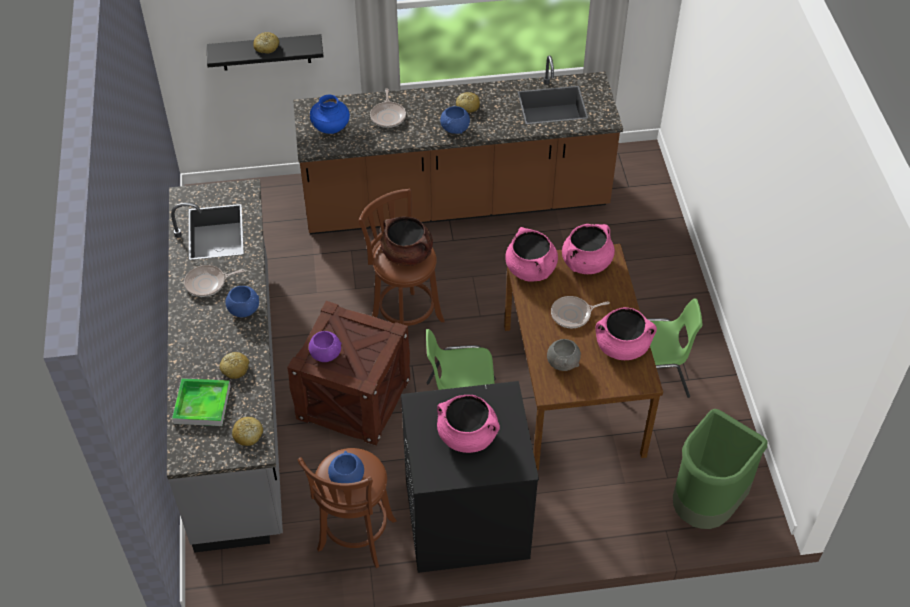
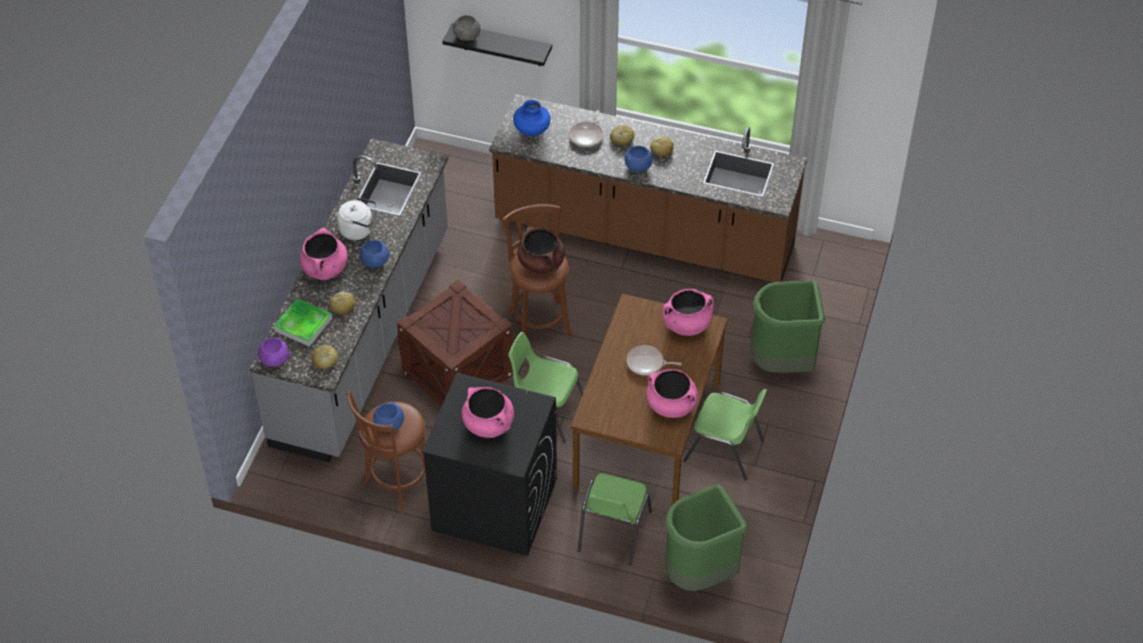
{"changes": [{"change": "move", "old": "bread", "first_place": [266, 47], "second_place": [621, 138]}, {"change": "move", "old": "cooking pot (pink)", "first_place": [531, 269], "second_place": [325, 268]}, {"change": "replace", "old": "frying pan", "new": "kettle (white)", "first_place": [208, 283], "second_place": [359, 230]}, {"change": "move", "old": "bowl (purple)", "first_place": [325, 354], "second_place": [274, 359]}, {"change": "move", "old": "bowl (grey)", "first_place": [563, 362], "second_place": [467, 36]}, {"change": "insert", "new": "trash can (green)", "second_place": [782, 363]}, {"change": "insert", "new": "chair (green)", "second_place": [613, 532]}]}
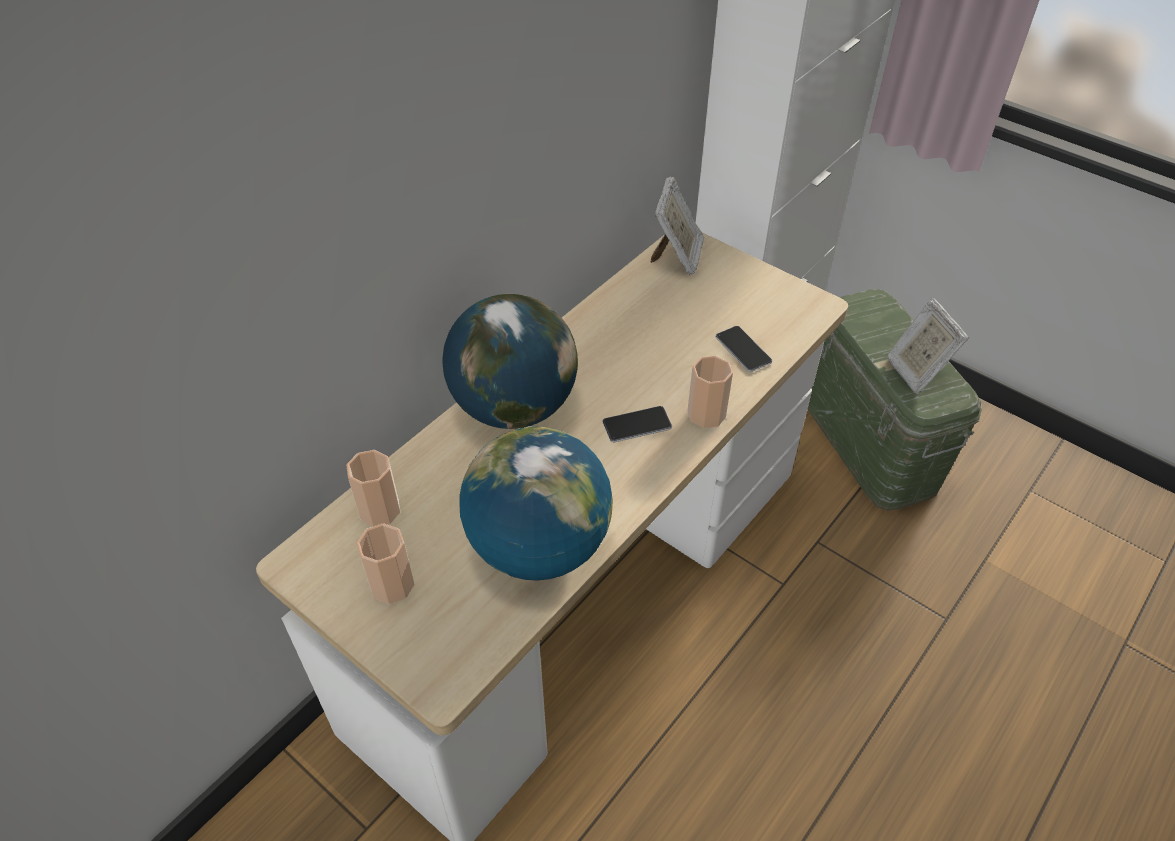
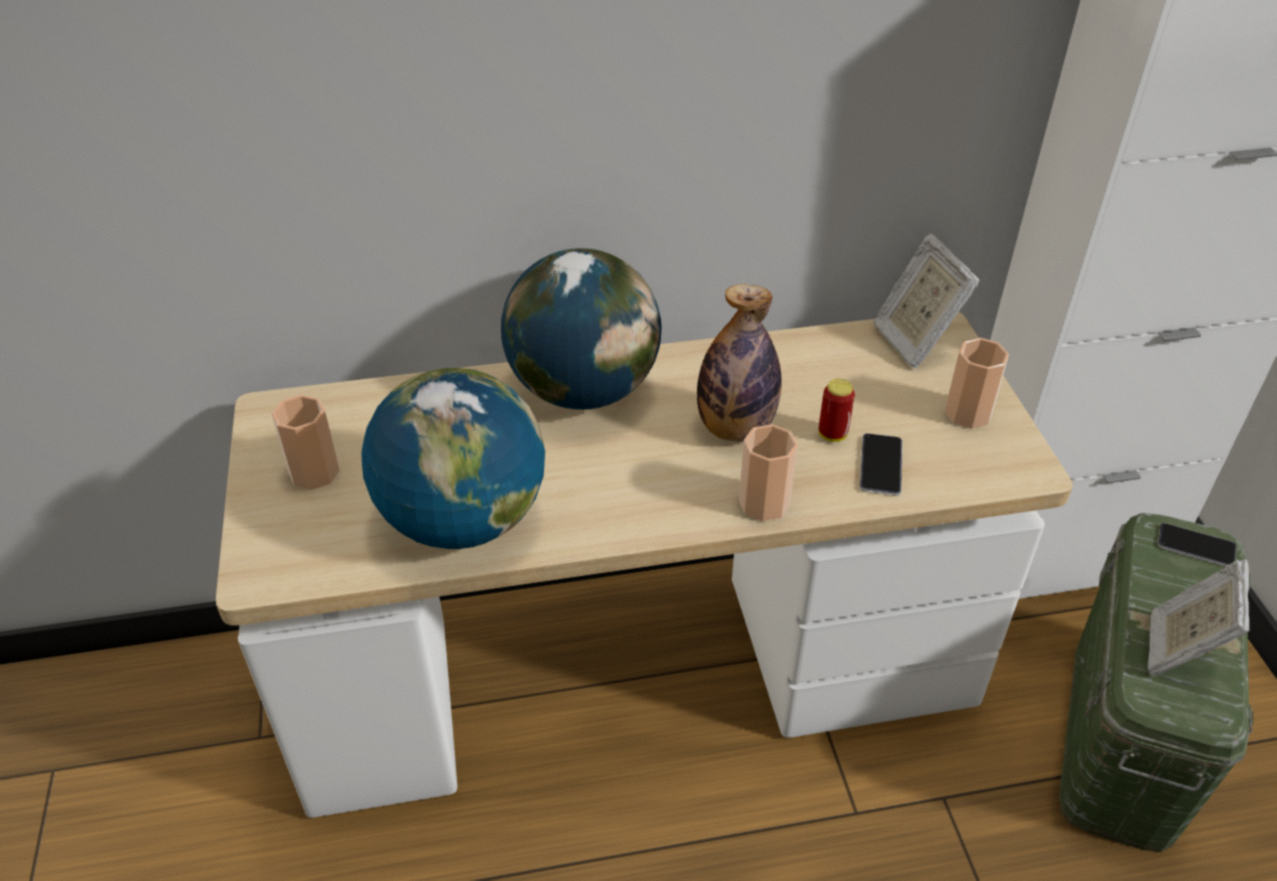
{"changes": [{"change": "rotate", "old": "picture frame", "first_place": [677, 257], "second_place": [914, 340], "degrees": 105}, {"change": "move", "old": "phone", "first_place": [637, 425], "second_place": [1196, 546]}, {"change": "move", "old": "cup", "first_place": [379, 510], "second_place": [968, 413]}, {"change": "insert", "new": "bottle", "second_place": [735, 428]}, {"change": "insert", "new": "can", "second_place": [832, 434]}]}
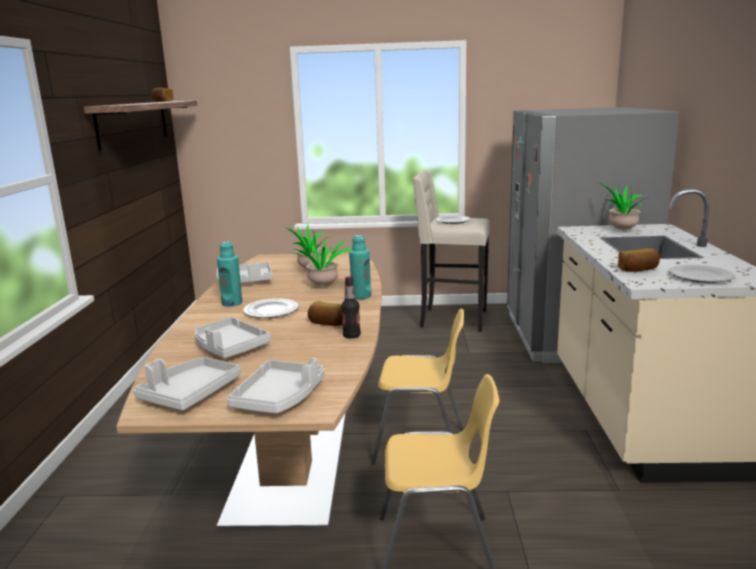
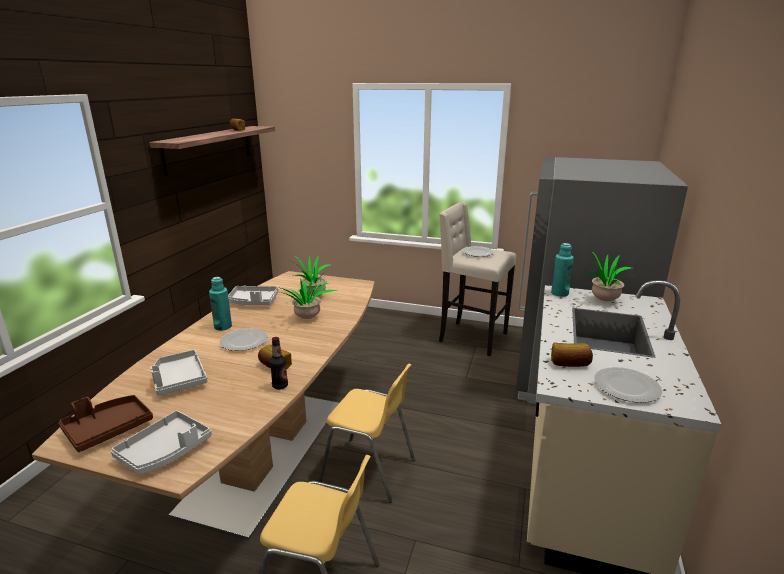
{"changes": [{"change": "move", "old": "bottle (turquoise)", "first_place": [361, 296], "second_place": [559, 293]}, {"change": "recolor", "old": "tray (grey)", "new": "tray (brown)", "first_place": [190, 393], "second_place": [108, 429]}]}
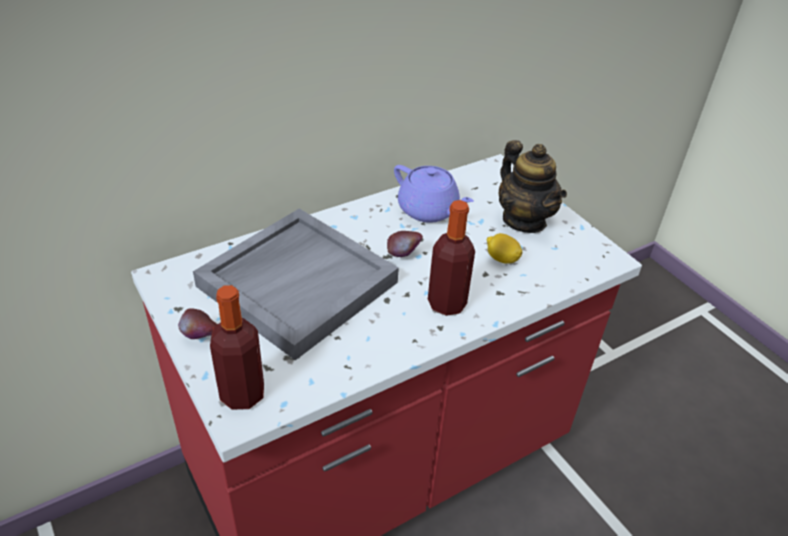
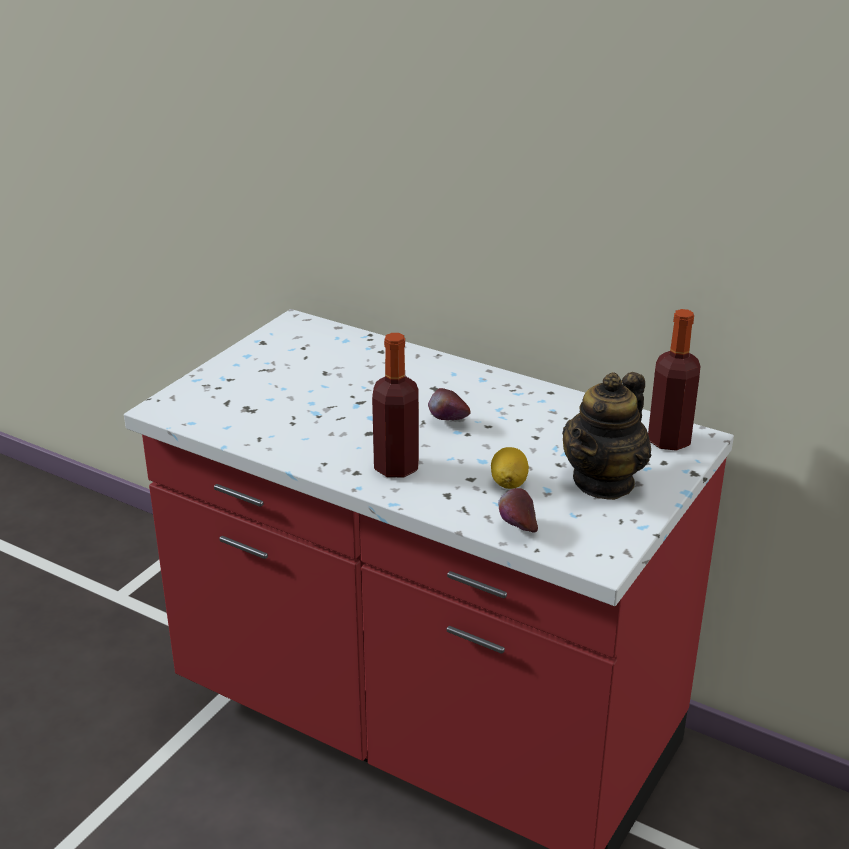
{"changes": [{"change": "delete", "old": "teapot (purple)", "first_place": [429, 210]}, {"change": "delete", "old": "tray (grey)", "first_place": [297, 283]}, {"change": "move", "old": "bottle", "first_place": [242, 394], "second_place": [669, 440]}, {"change": "move", "old": "apple", "first_place": [201, 338], "second_place": [517, 529]}]}
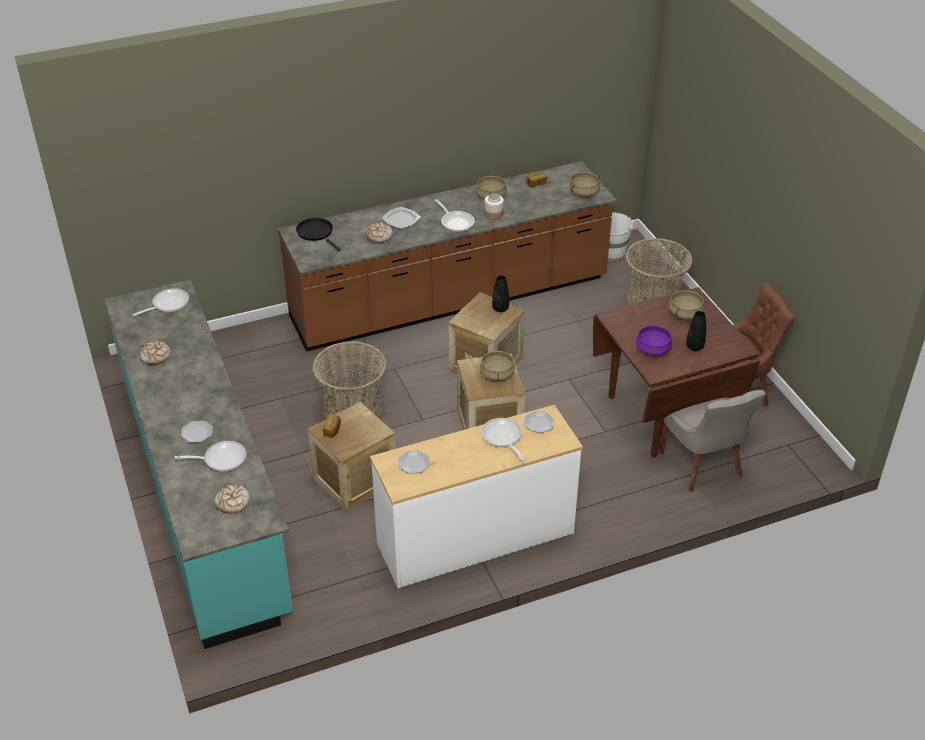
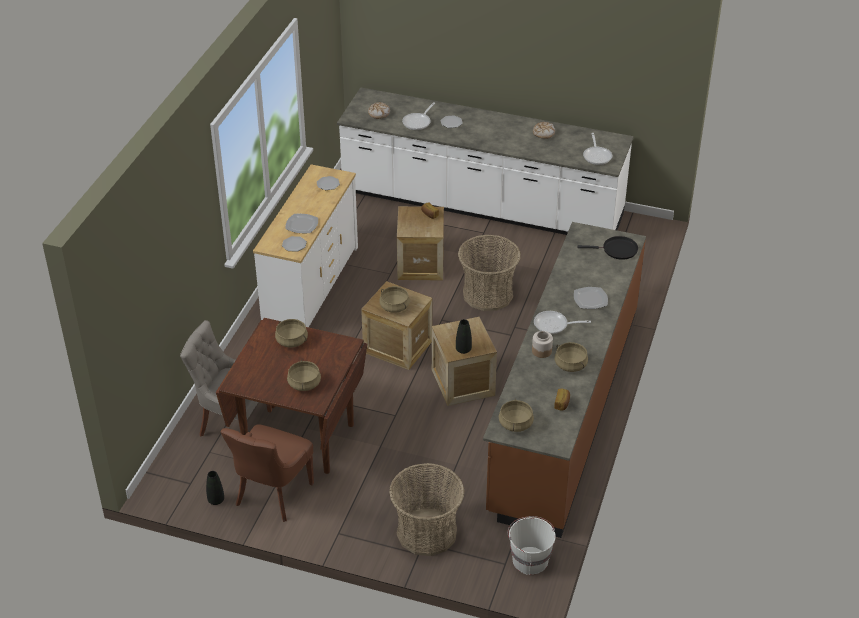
{"changes": [{"change": "delete", "old": "bread", "first_place": [379, 236]}, {"change": "recolor", "old": "counter (turquoise)", "new": "counter (white)", "first_place": [205, 493], "second_place": [481, 205]}, {"change": "move", "old": "vase (black)", "first_place": [694, 347], "second_place": [216, 500]}, {"change": "recolor", "old": "cooking pot (purple)", "new": "cooking pot (beige)", "first_place": [652, 349], "second_place": [292, 341]}, {"change": "replace", "old": "frying pan", "new": "plate", "first_place": [503, 438], "second_place": [301, 224]}]}
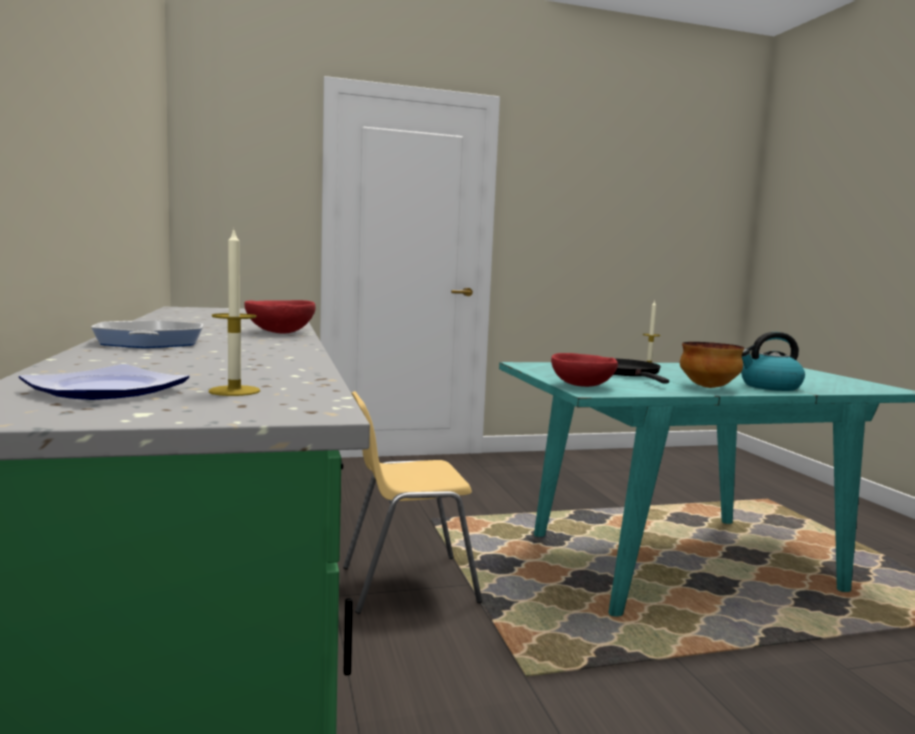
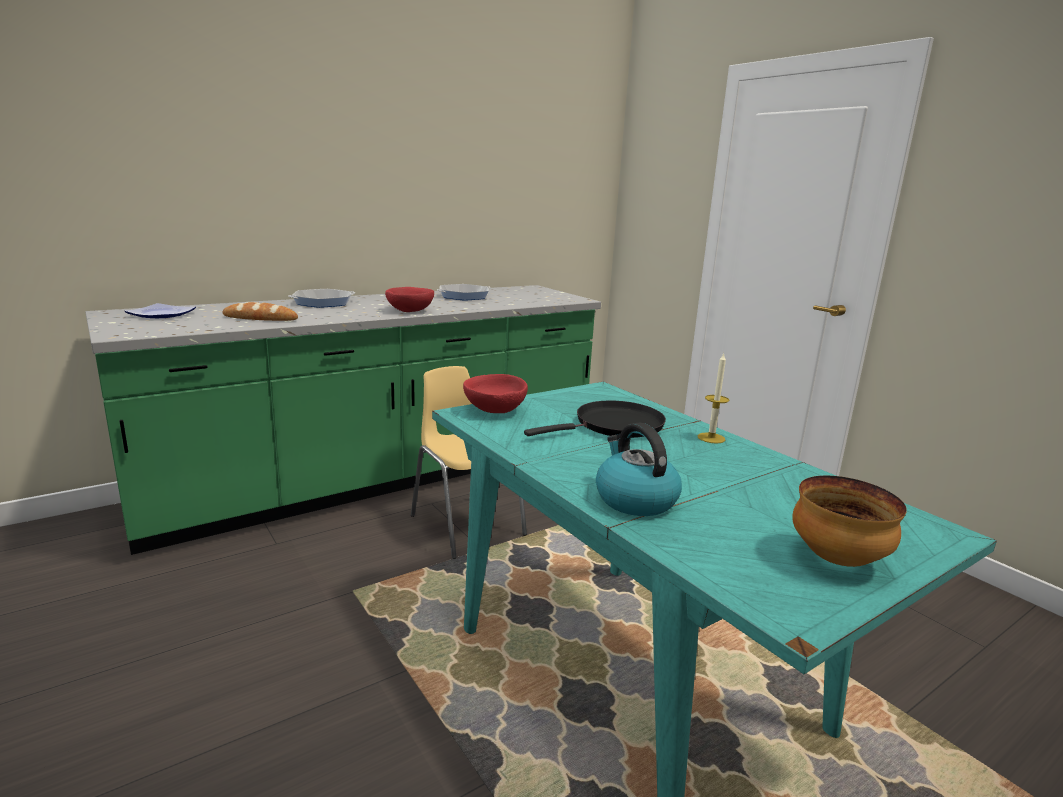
{"changes": [{"change": "delete", "old": "candle", "first_place": [234, 391]}, {"change": "move", "old": "bowl", "first_place": [709, 387], "second_place": [837, 560]}, {"change": "insert", "new": "frying pan", "second_place": [464, 296]}, {"change": "insert", "new": "bread", "second_place": [260, 318]}]}
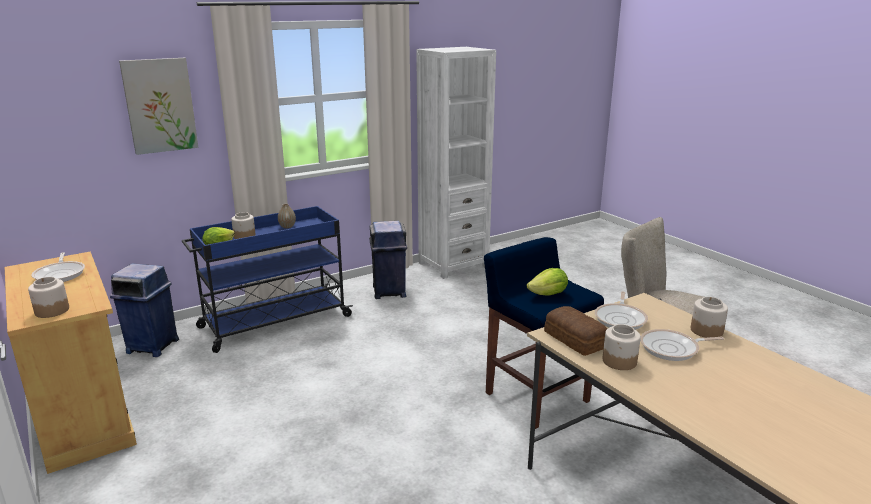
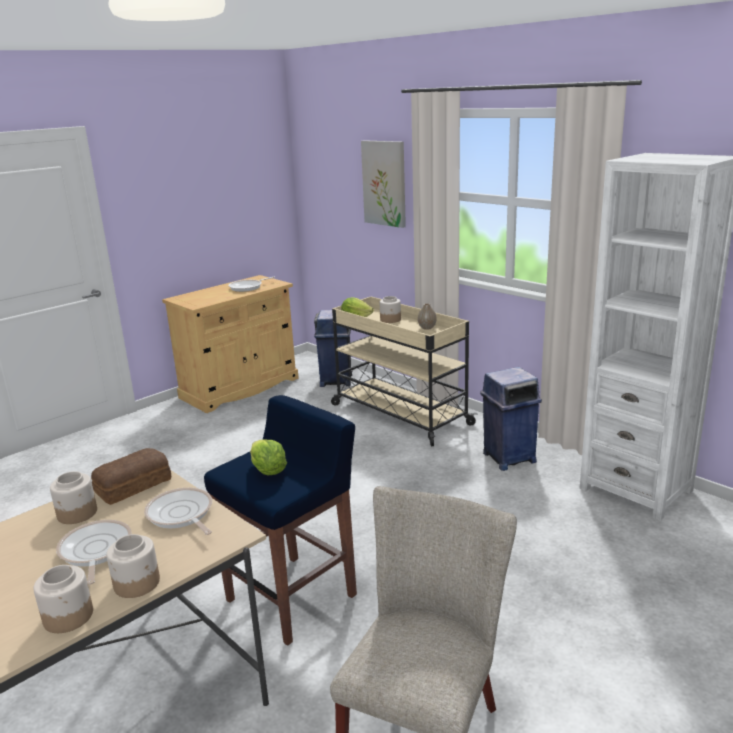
{"changes": [{"change": "recolor", "old": "cart (blue)", "new": "cart (beige)", "first_place": [273, 322], "second_place": [399, 414]}, {"change": "move", "old": "jar", "first_place": [52, 311], "second_place": [69, 616]}, {"change": "rotate", "old": "frying pan", "first_place": [621, 319], "second_place": [181, 515], "degrees": 45}]}
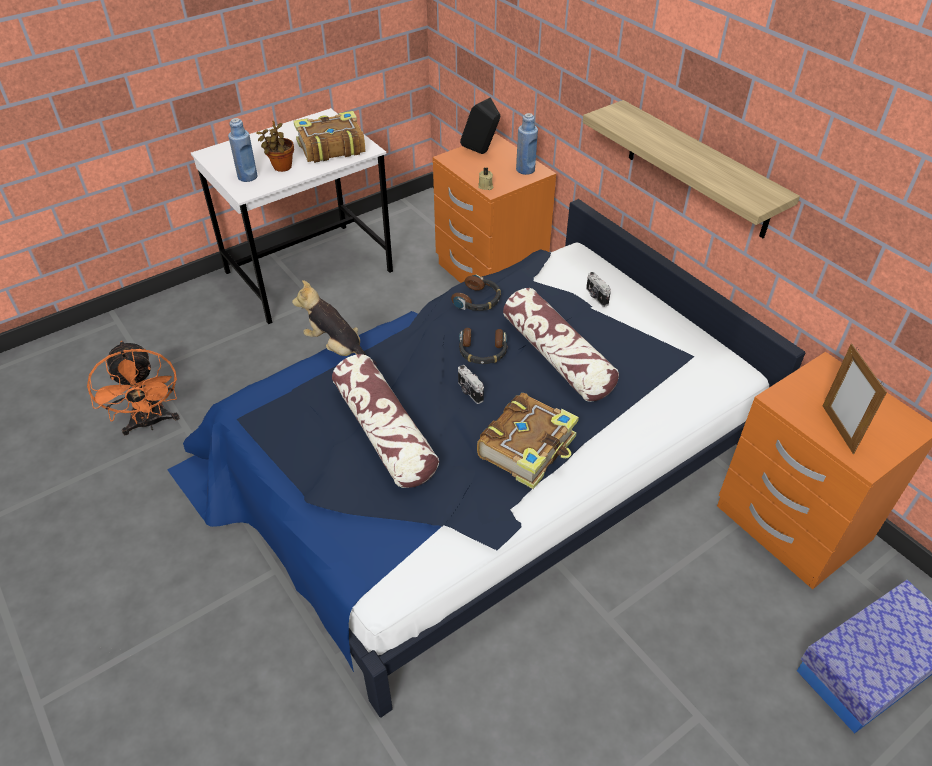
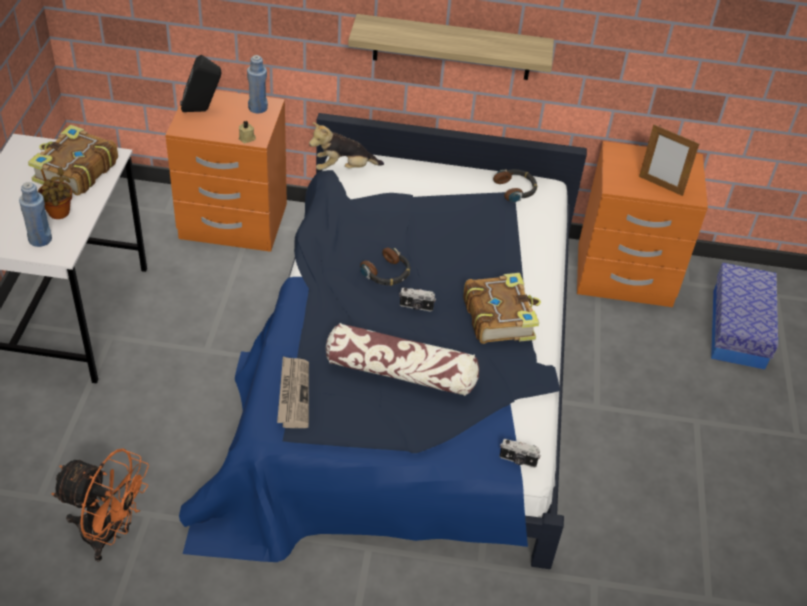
{"changes": [{"change": "move", "old": "photo camera", "first_place": [596, 297], "second_place": [518, 460]}, {"change": "move", "old": "headphones", "first_place": [478, 300], "second_place": [516, 189]}, {"change": "move", "old": "plush toy", "first_place": [337, 348], "second_place": [343, 168]}, {"change": "delete", "old": "pillow", "first_place": [557, 357]}, {"change": "insert", "new": "newspaper", "second_place": [293, 394]}]}
